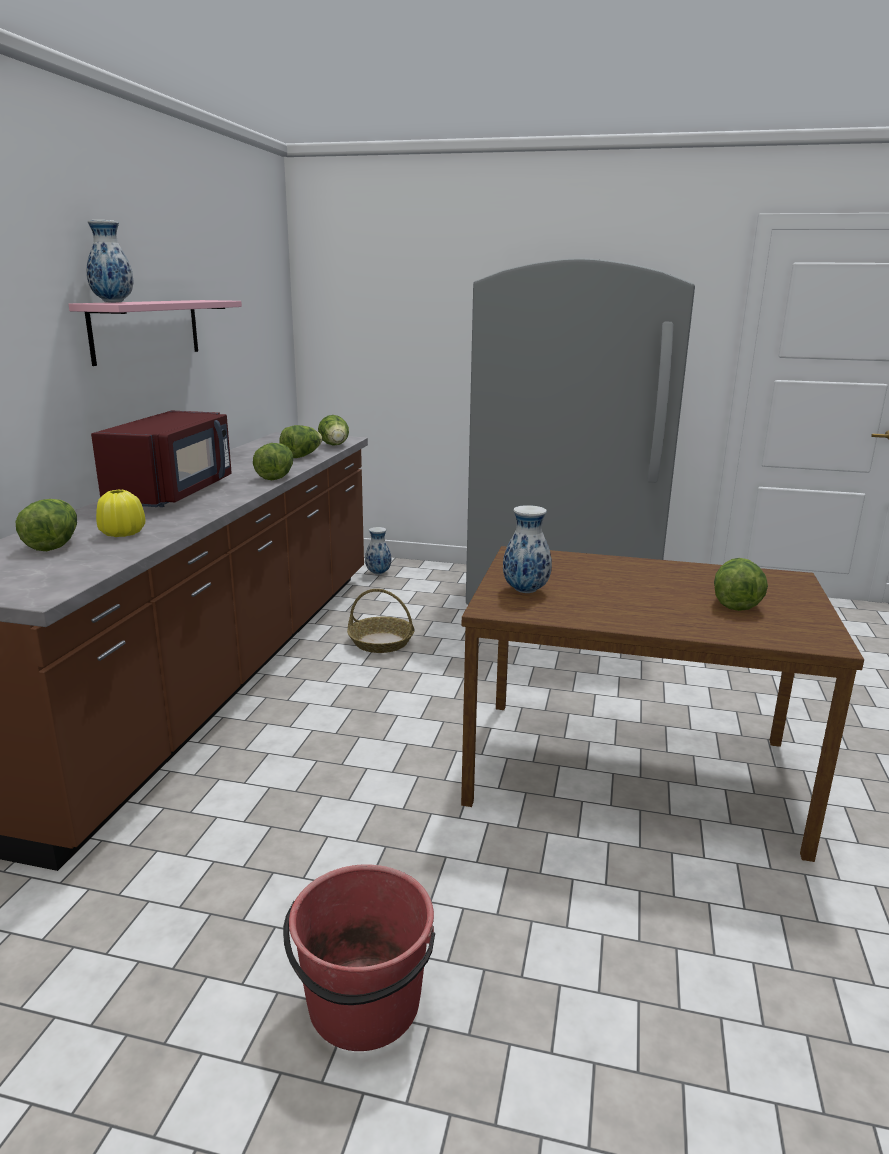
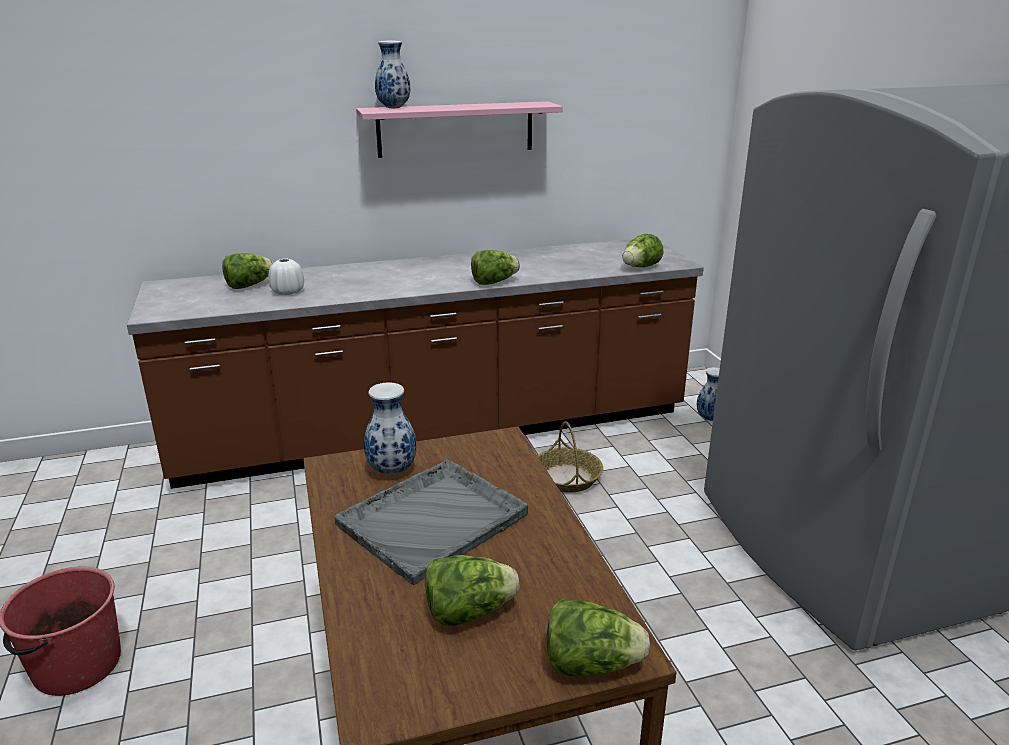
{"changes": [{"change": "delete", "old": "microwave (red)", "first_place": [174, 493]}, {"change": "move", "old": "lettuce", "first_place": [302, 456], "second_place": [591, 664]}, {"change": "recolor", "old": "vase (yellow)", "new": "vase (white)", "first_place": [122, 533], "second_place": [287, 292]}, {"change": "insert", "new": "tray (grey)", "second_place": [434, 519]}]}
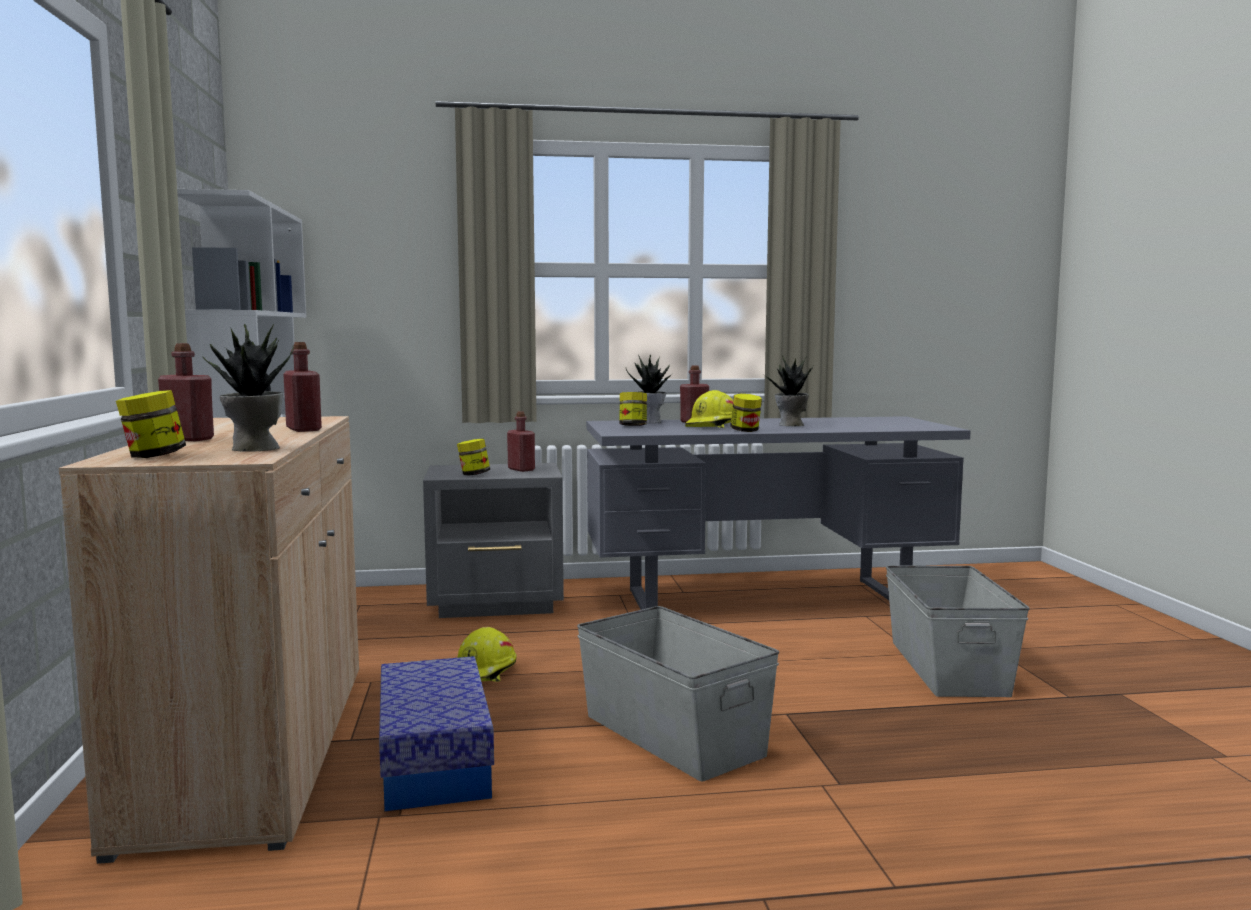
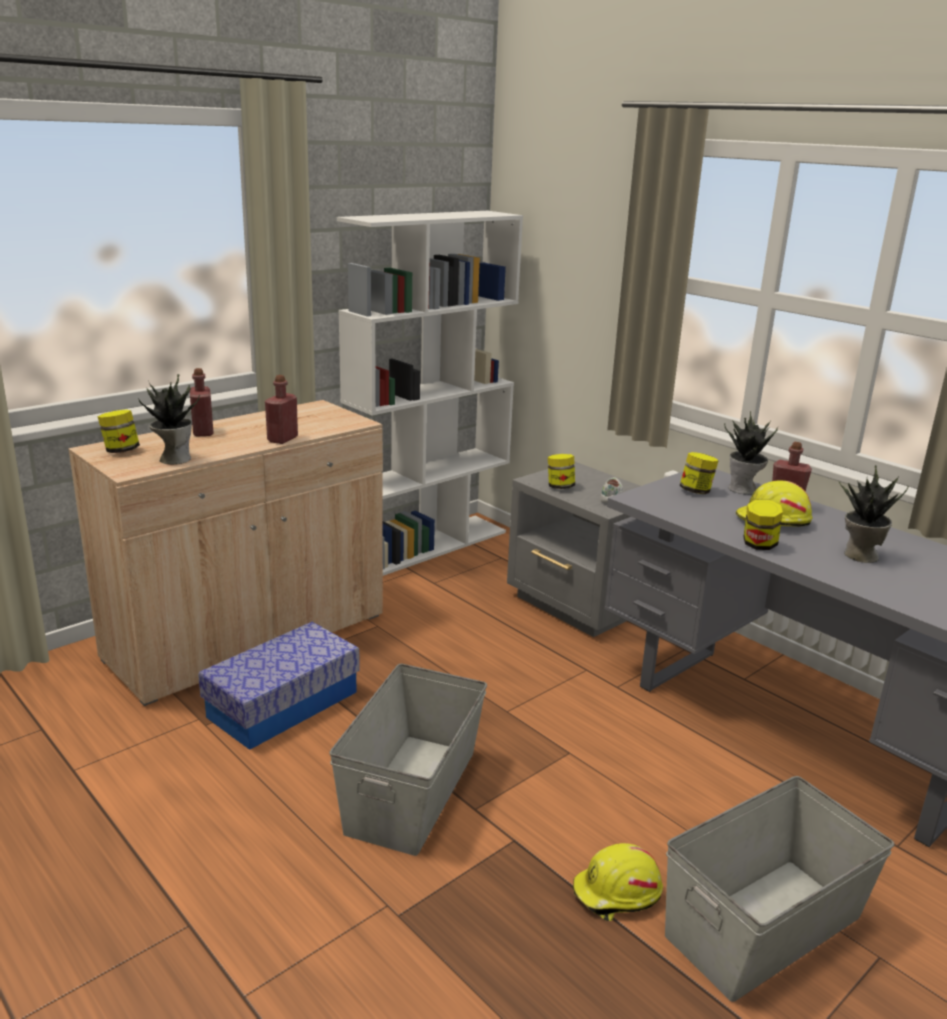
{"changes": [{"change": "replace", "old": "bottle (red)", "new": "shoe (white)", "first_place": [521, 469], "second_place": [611, 495]}, {"change": "move", "old": "hard hat (yellow)", "first_place": [485, 672], "second_place": [617, 894]}]}
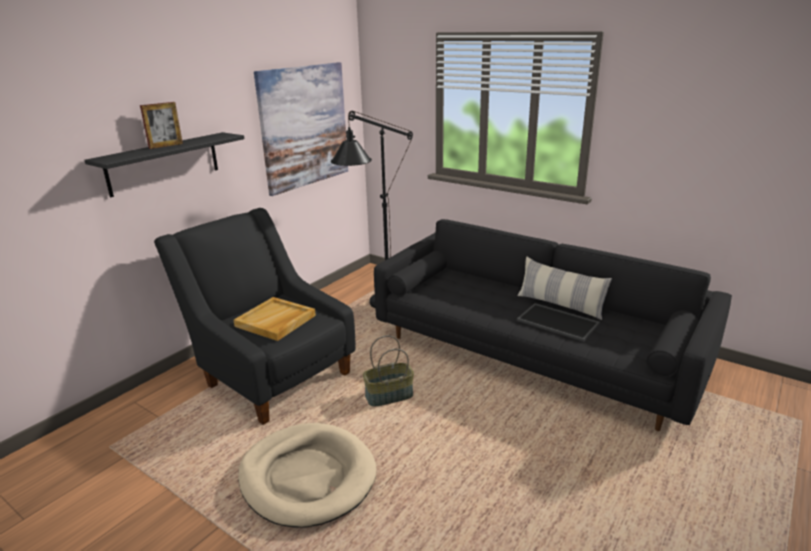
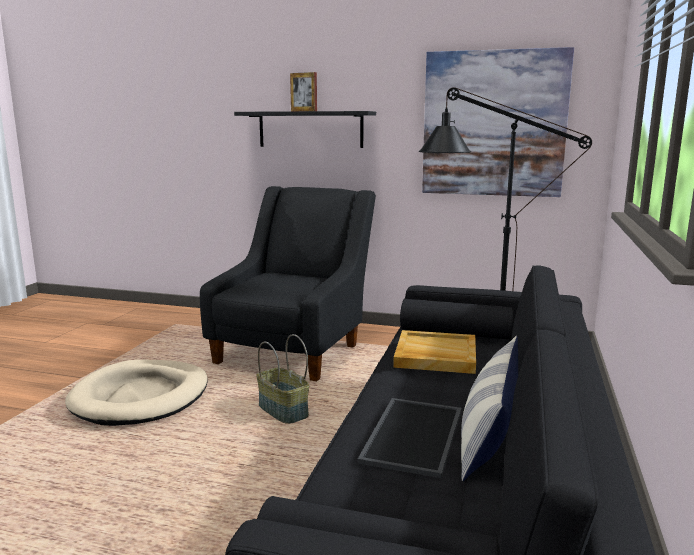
{"changes": [{"change": "move", "old": "tray (beige)", "first_place": [275, 321], "second_place": [435, 355]}]}
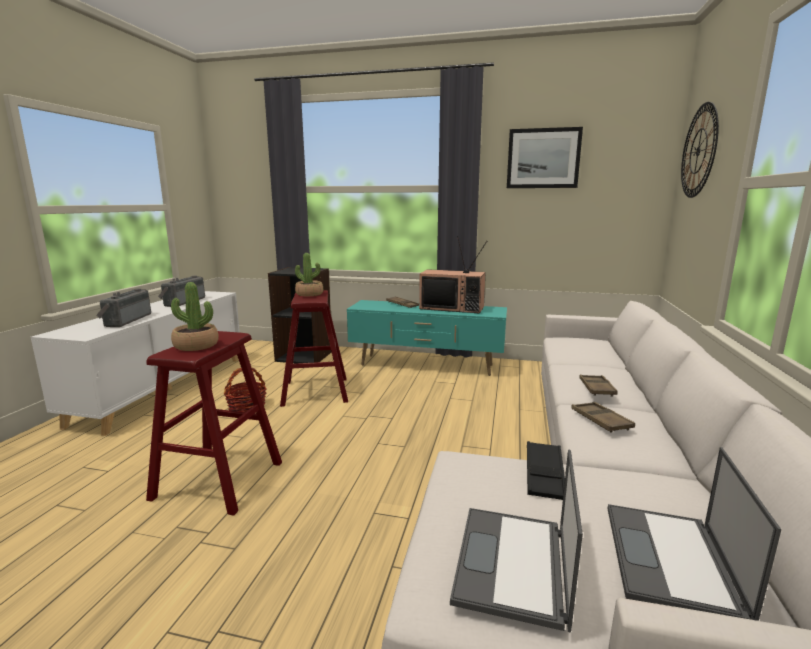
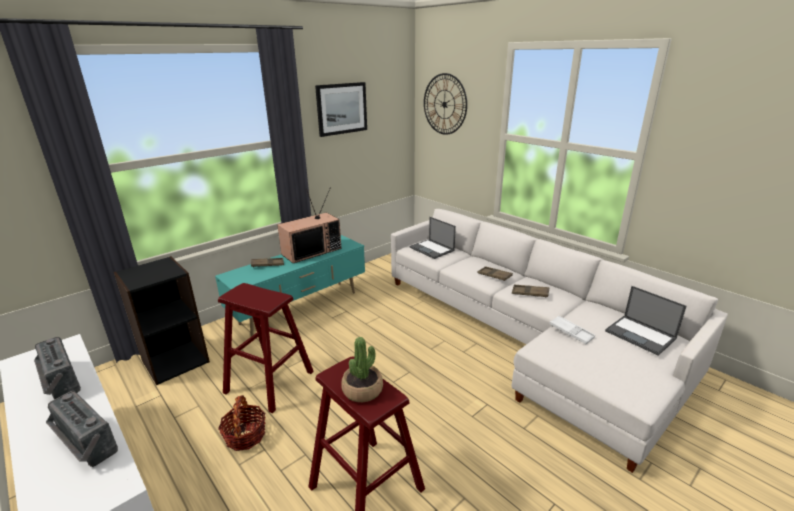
{"changes": [{"change": "delete", "old": "potted plant", "first_place": [309, 294]}, {"change": "recolor", "old": "tray (black)", "new": "tray (white)", "first_place": [544, 475], "second_place": [571, 332]}, {"change": "move", "old": "laptop", "first_place": [513, 565], "second_place": [432, 249]}]}
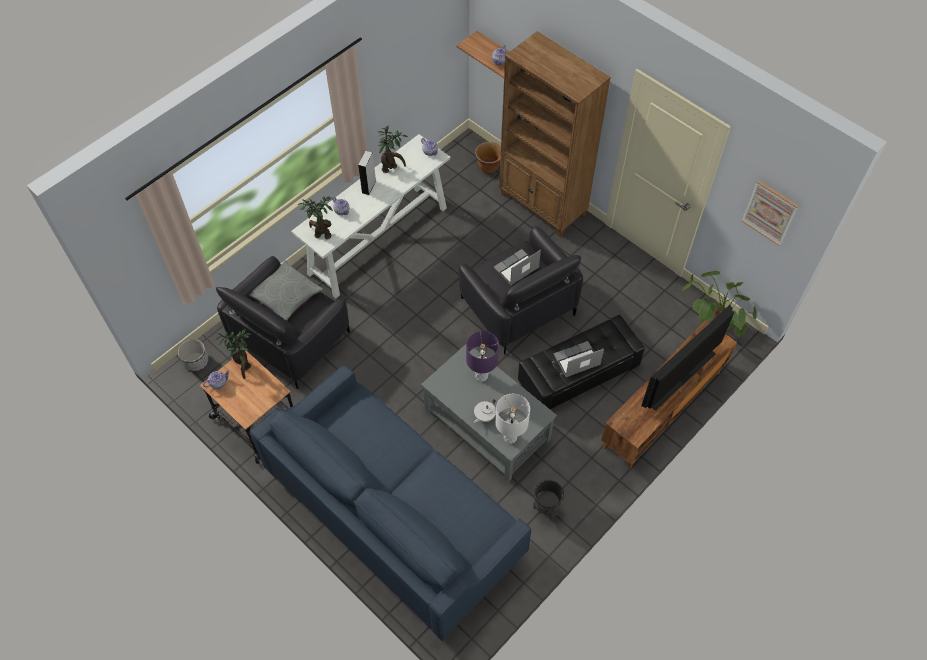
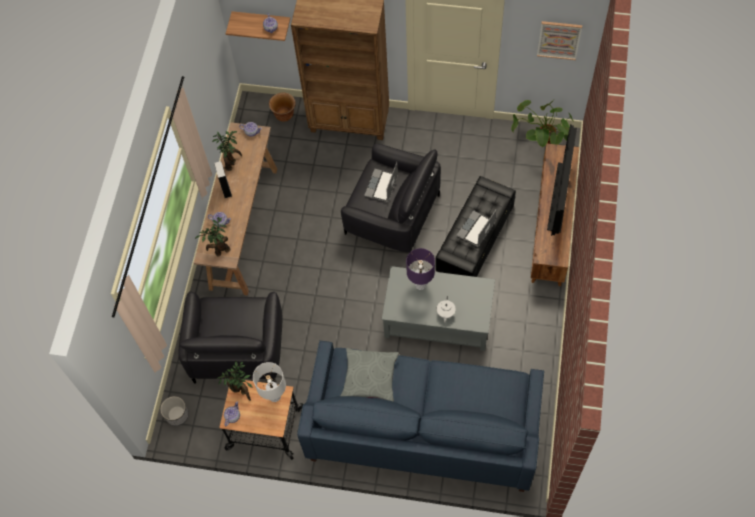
{"changes": [{"change": "recolor", "old": "console table (white)", "new": "console table (brown)", "first_place": [379, 240], "second_place": [244, 227]}, {"change": "move", "old": "pillow (grey)", "first_place": [286, 296], "second_place": [370, 377]}, {"change": "move", "old": "table lamp (white)", "first_place": [510, 437], "second_place": [274, 396]}, {"change": "delete", "old": "planter (black)", "first_place": [546, 509]}]}
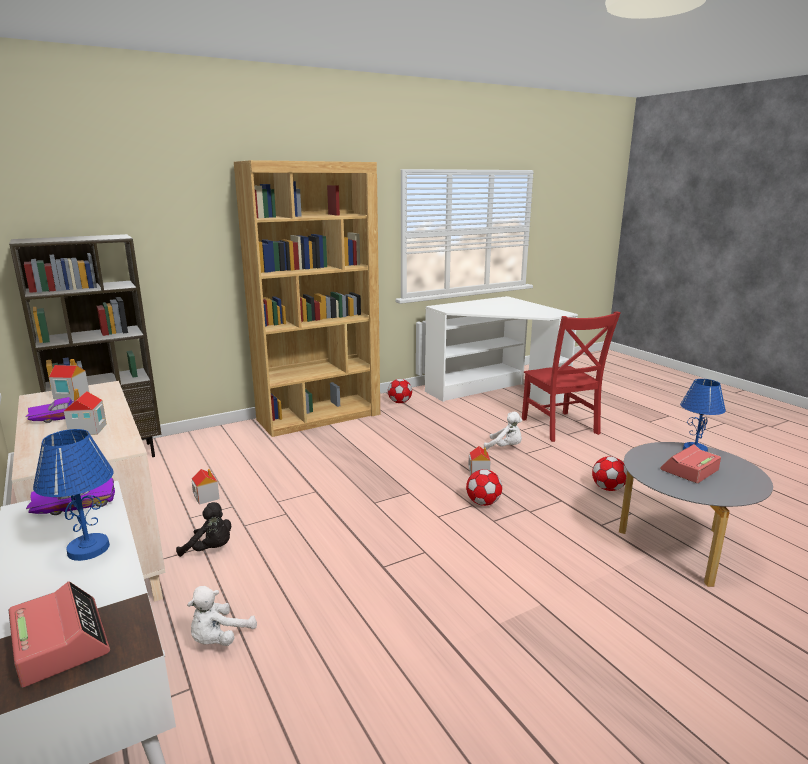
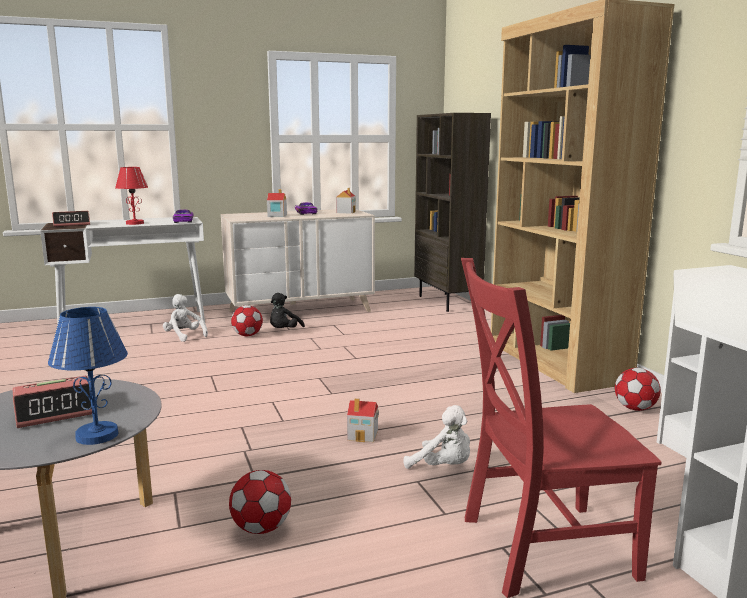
{"changes": [{"change": "rotate", "old": "plush toy (white)", "first_place": [505, 447], "second_place": [443, 467], "degrees": -90}, {"change": "recolor", "old": "table lamp (blue)", "new": "table lamp (red)", "first_place": [87, 549], "second_place": [135, 223]}, {"change": "rotate", "old": "alarm clock", "first_place": [689, 470], "second_place": [56, 411], "degrees": 90}, {"change": "delete", "old": "toy house", "first_place": [206, 497]}, {"change": "move", "old": "football", "first_place": [483, 503], "second_place": [247, 335]}]}
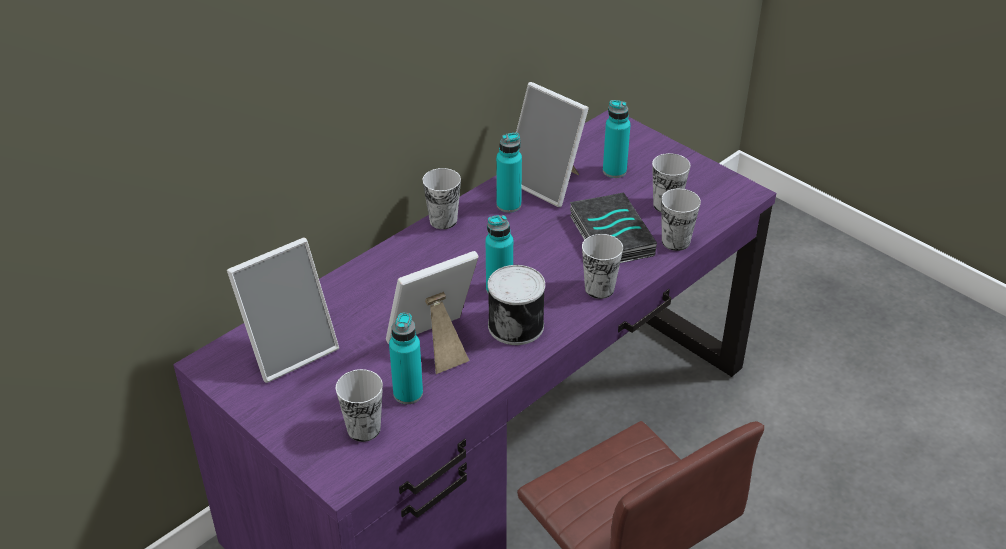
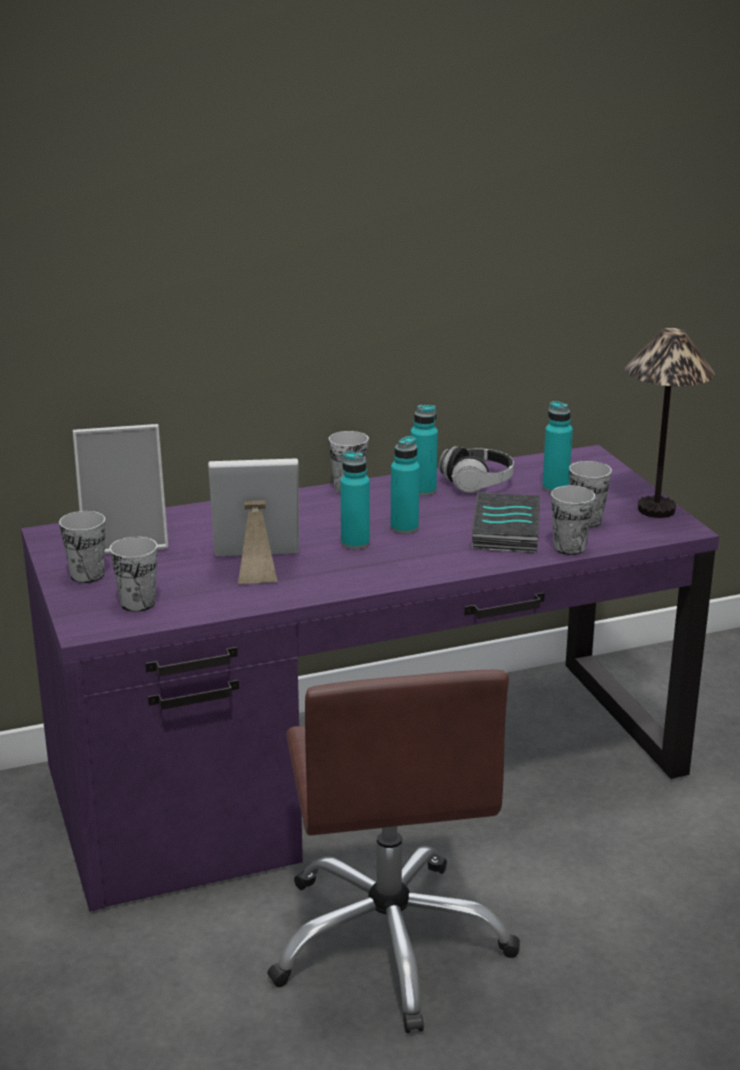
{"changes": [{"change": "replace", "old": "picture frame", "new": "headphones", "first_place": [547, 183], "second_place": [477, 483]}, {"change": "move", "old": "cup", "first_place": [599, 288], "second_place": [87, 575]}, {"change": "delete", "old": "can", "first_place": [517, 324]}, {"change": "move", "old": "bottle (turquoise)", "first_place": [408, 393], "second_place": [404, 528]}, {"change": "insert", "new": "table lamp", "second_place": [656, 509]}]}
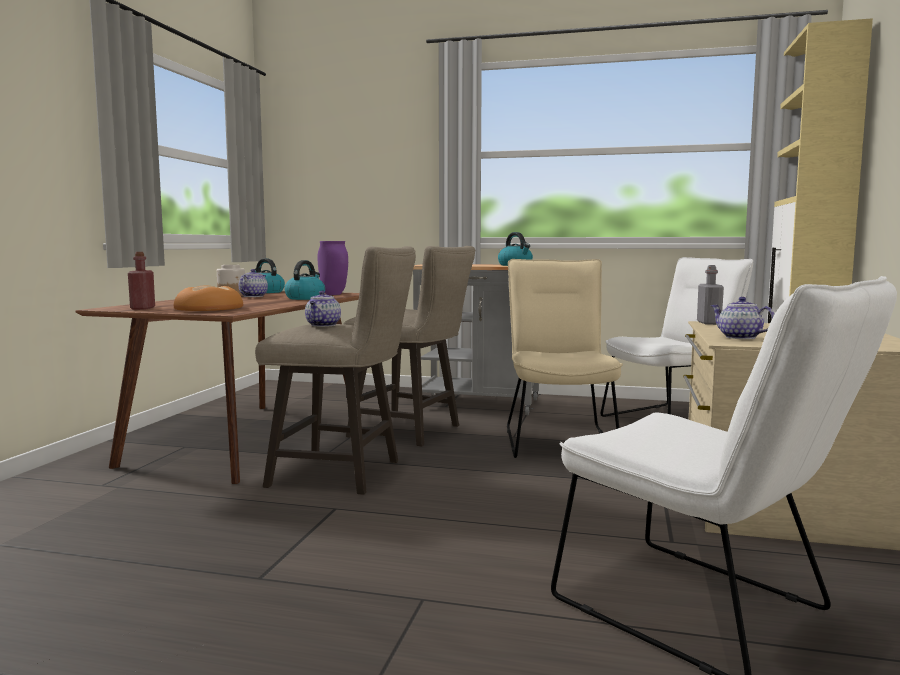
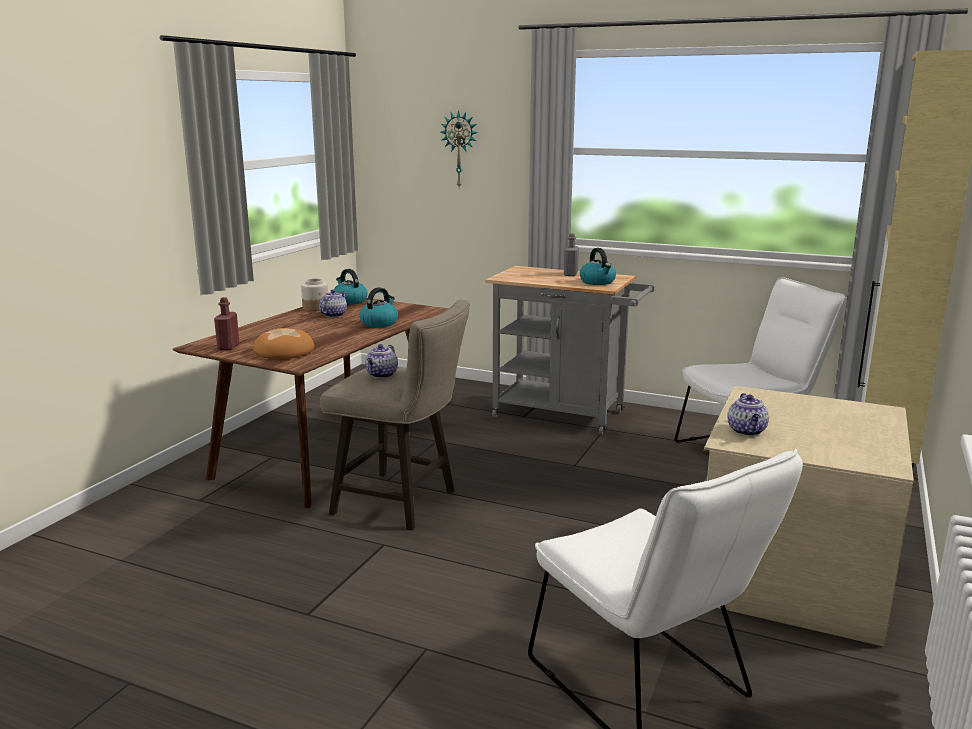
{"changes": [{"change": "delete", "old": "vase (purple)", "first_place": [332, 294]}, {"change": "delete", "old": "stool (beige)", "first_place": [412, 432]}, {"change": "delete", "old": "chair (beige)", "first_place": [558, 439]}, {"change": "move", "old": "bottle (grey)", "first_place": [708, 323], "second_place": [570, 274]}, {"change": "rotate", "old": "teapot", "first_place": [739, 337], "second_place": [747, 431], "degrees": -150}, {"change": "insert", "new": "wall clock", "second_place": [460, 149]}]}
